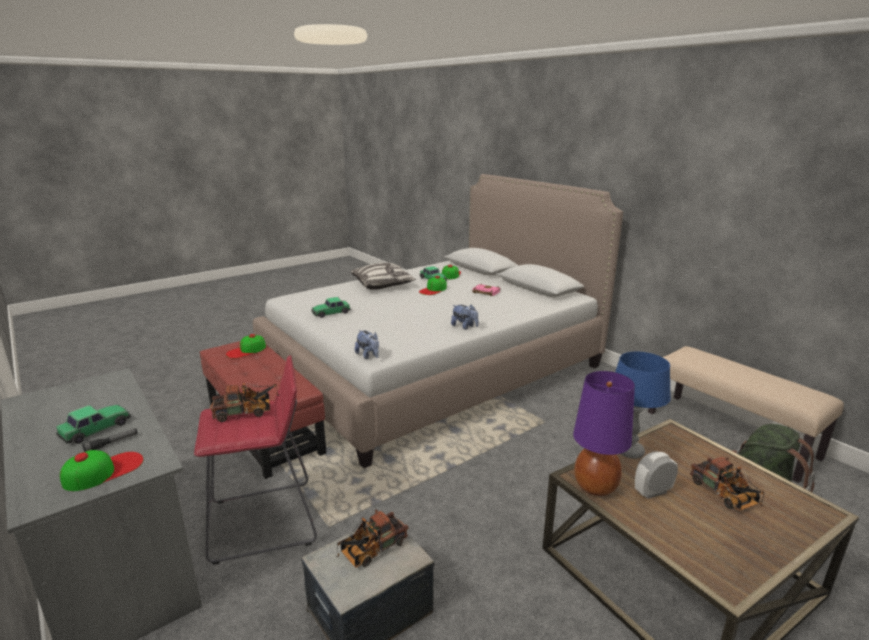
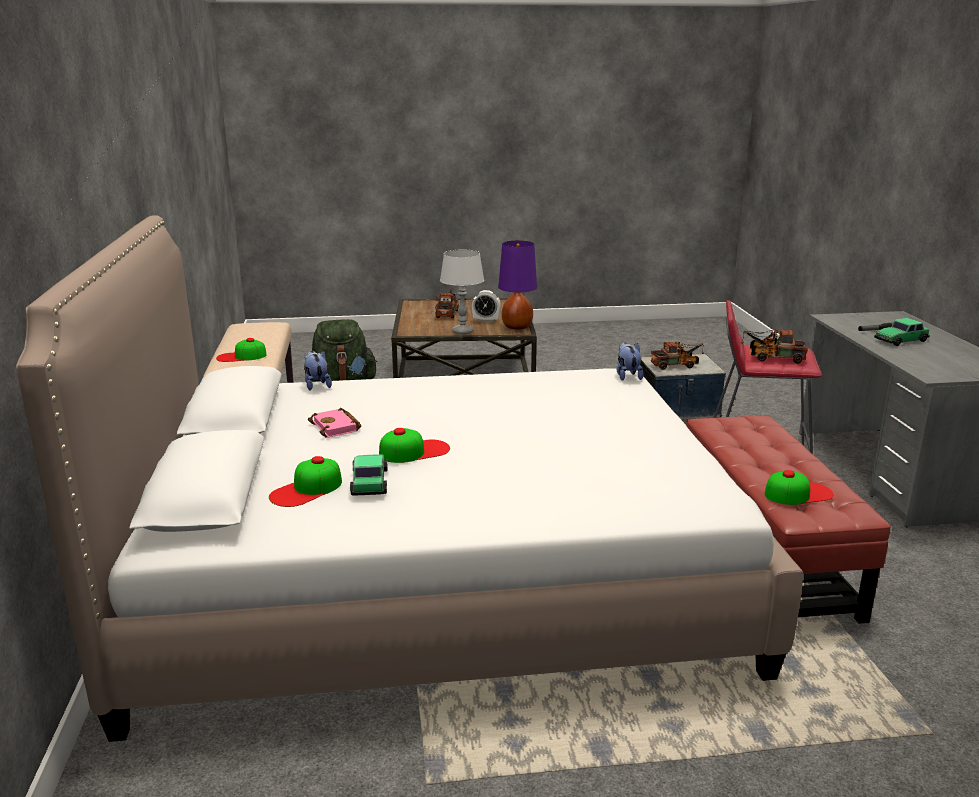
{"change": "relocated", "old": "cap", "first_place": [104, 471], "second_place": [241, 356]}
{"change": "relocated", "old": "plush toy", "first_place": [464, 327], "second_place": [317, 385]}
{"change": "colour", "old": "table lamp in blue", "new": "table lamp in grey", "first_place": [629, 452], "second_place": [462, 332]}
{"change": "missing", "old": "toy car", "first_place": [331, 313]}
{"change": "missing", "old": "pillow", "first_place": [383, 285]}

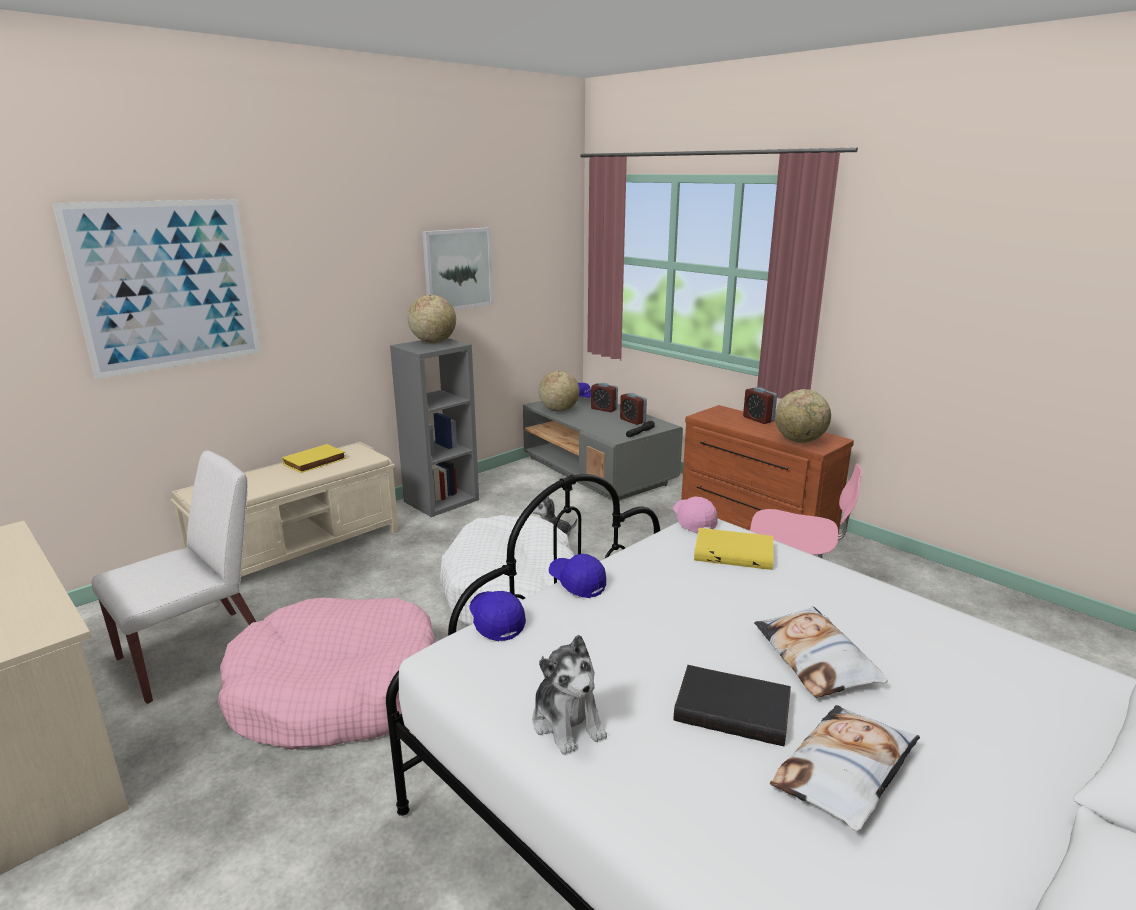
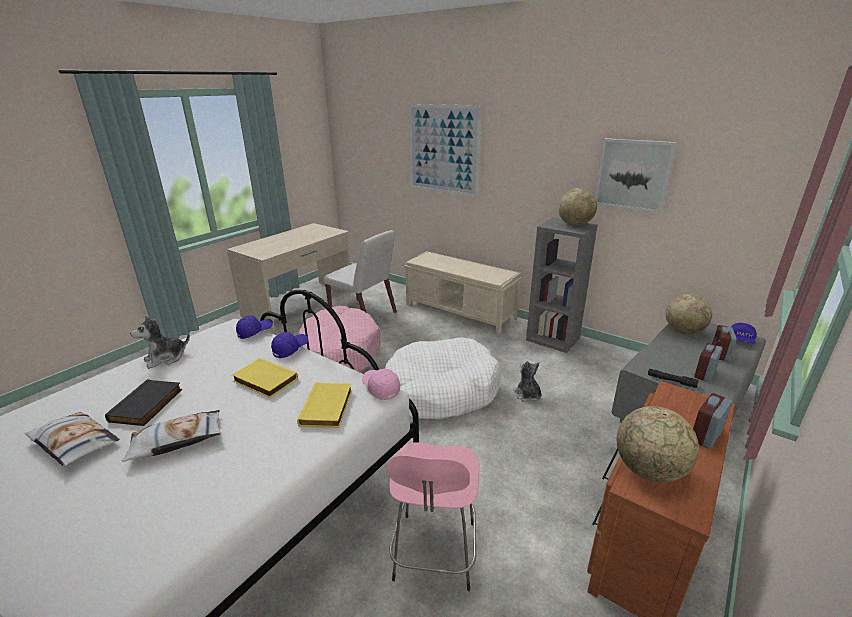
{"change": "relocated", "old": "book in yellow", "first_place": [315, 462], "second_place": [264, 381]}
{"change": "spun", "old": "cap in pink", "first_place": [693, 521], "second_place": [380, 388], "degrees": -105}

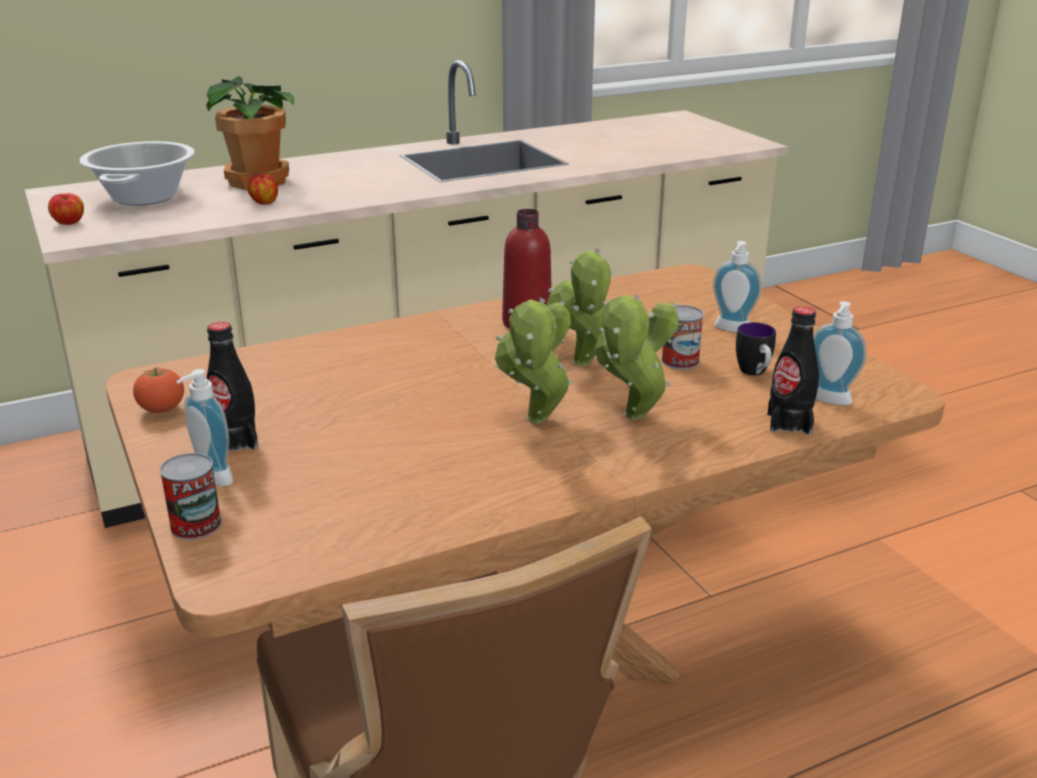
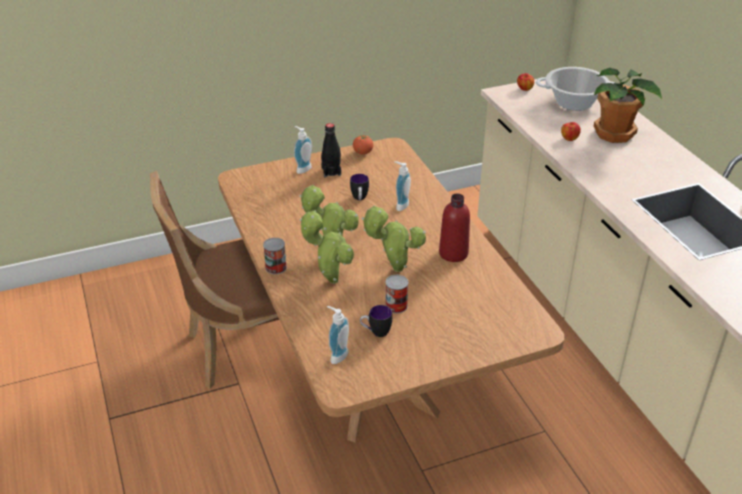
{"change": "relocated", "old": "can", "first_place": [196, 525], "second_place": [276, 267]}
{"change": "appeared", "new": "mug", "second_place": [359, 199]}
{"change": "relocated", "old": "soap dispenser", "first_place": [731, 330], "second_place": [400, 205]}
{"change": "missing", "old": "bottle in black", "first_place": [789, 423]}

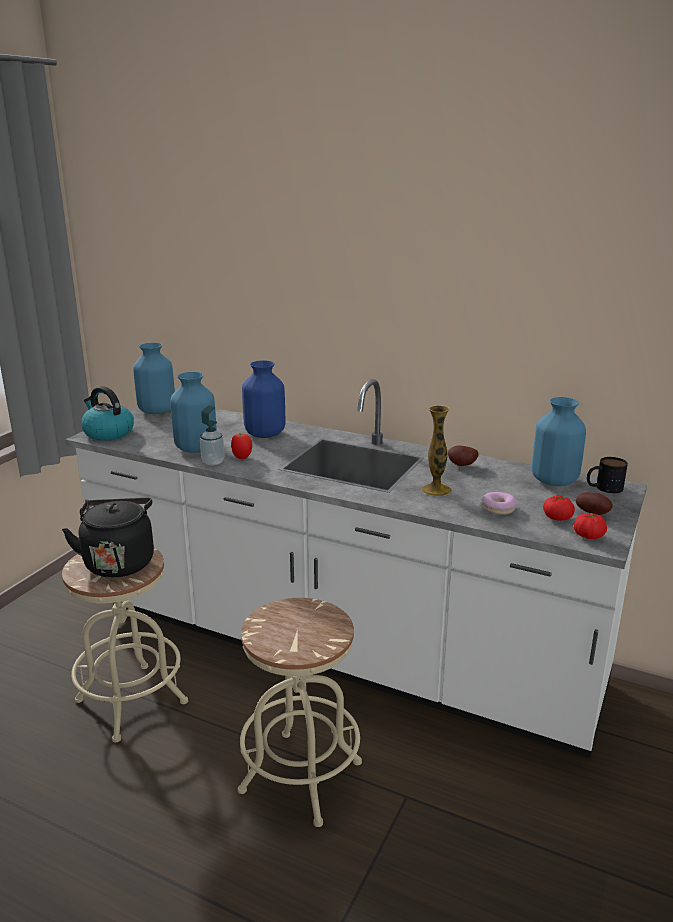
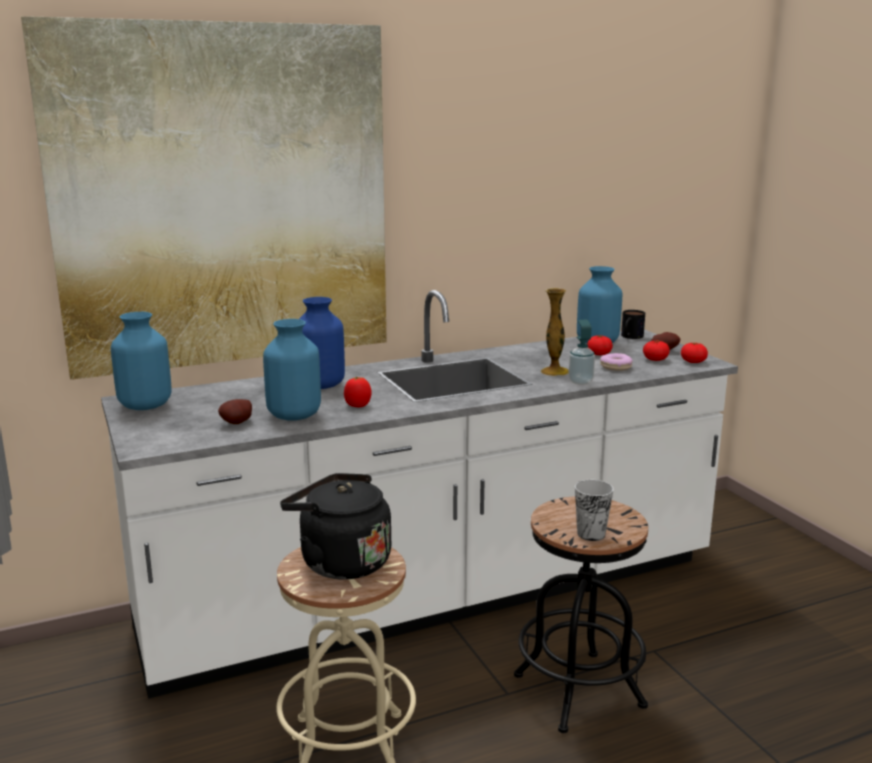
{"change": "appeared", "new": "picture", "second_place": [224, 198]}
{"change": "relocated", "old": "potato", "first_place": [462, 465], "second_place": [238, 423]}
{"change": "colour", "old": "stool in beige", "new": "stool in black", "first_place": [301, 776], "second_place": [579, 691]}
{"change": "relocated", "old": "soap dispenser", "first_place": [213, 462], "second_place": [580, 382]}
{"change": "appeared", "new": "cup", "second_place": [591, 534]}
{"change": "appeared", "new": "tomato", "second_place": [599, 354]}
{"change": "missing", "old": "kettle", "first_place": [108, 433]}

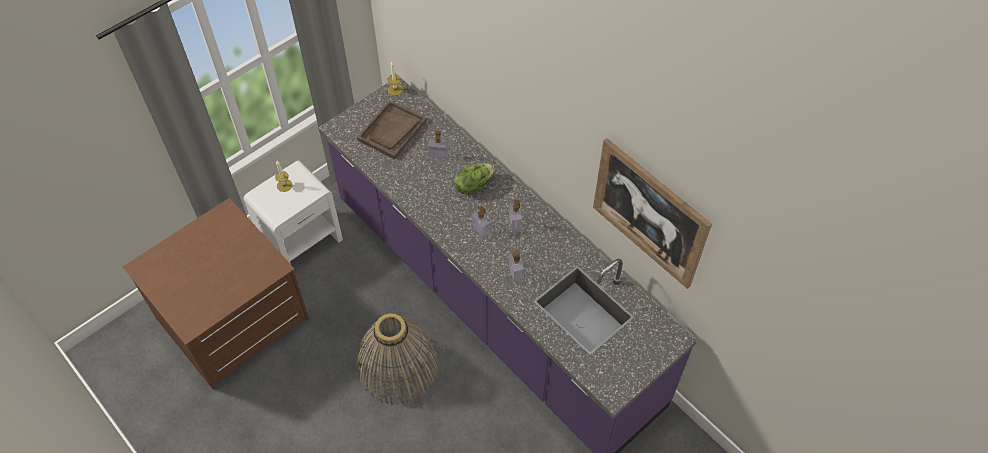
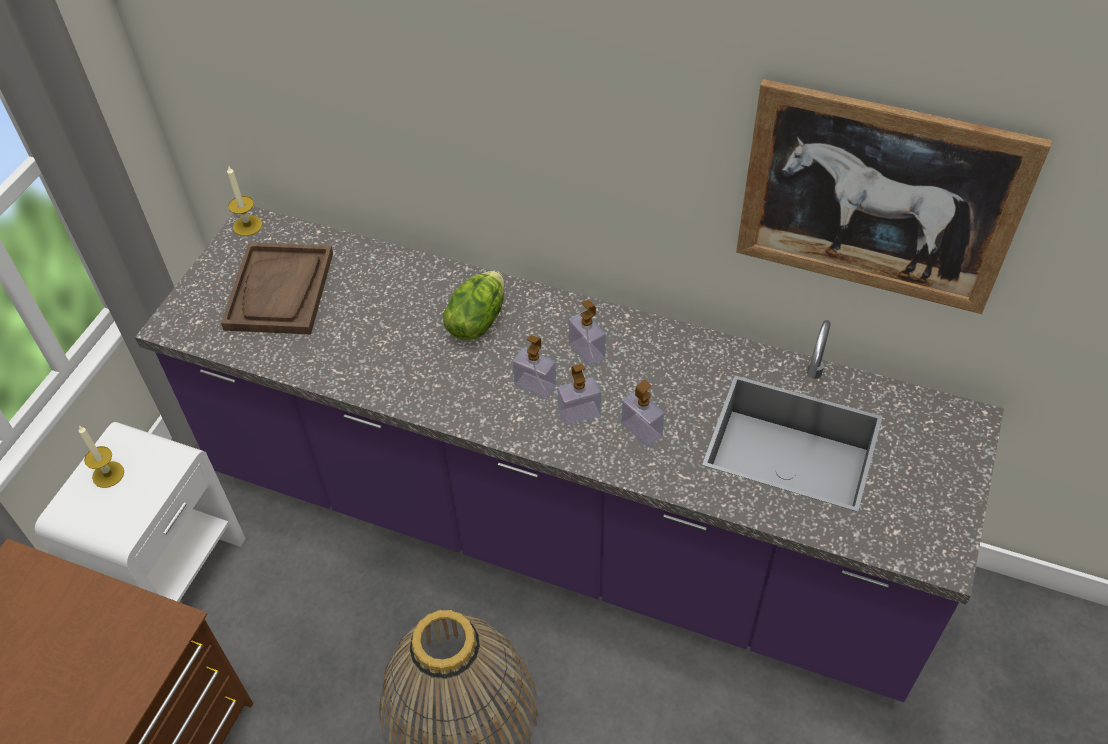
{"change": "relocated", "old": "soap dispenser", "first_place": [438, 154], "second_place": [579, 413]}

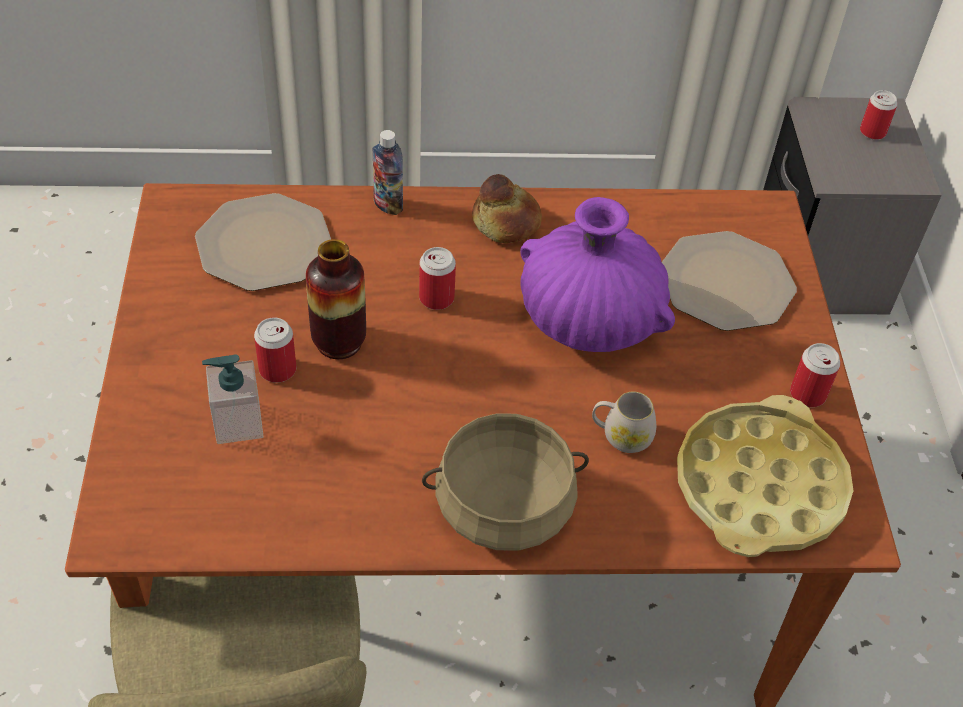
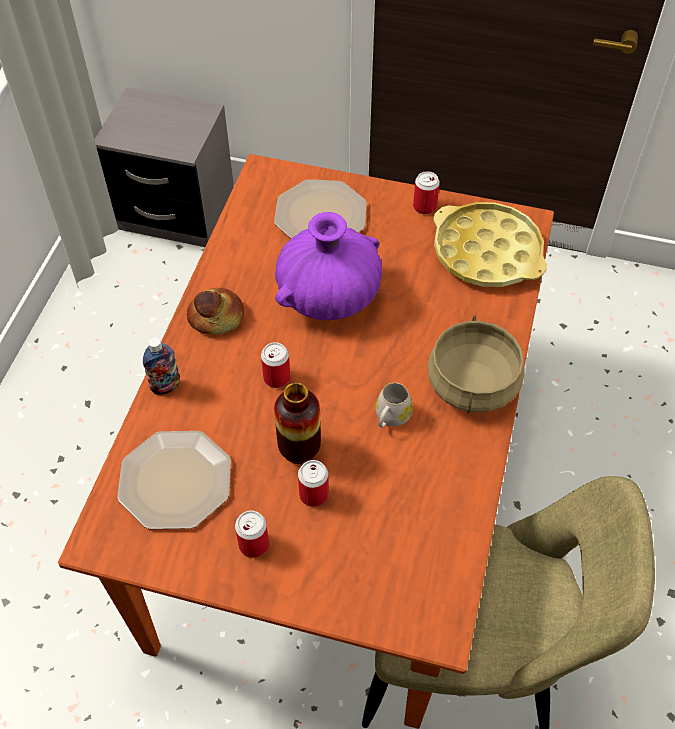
{"change": "relocated", "old": "can", "first_place": [872, 132], "second_place": [253, 544]}
{"change": "relocated", "old": "mug in white", "first_place": [621, 436], "second_place": [390, 418]}
{"change": "missing", "old": "soap dispenser", "first_place": [238, 423]}

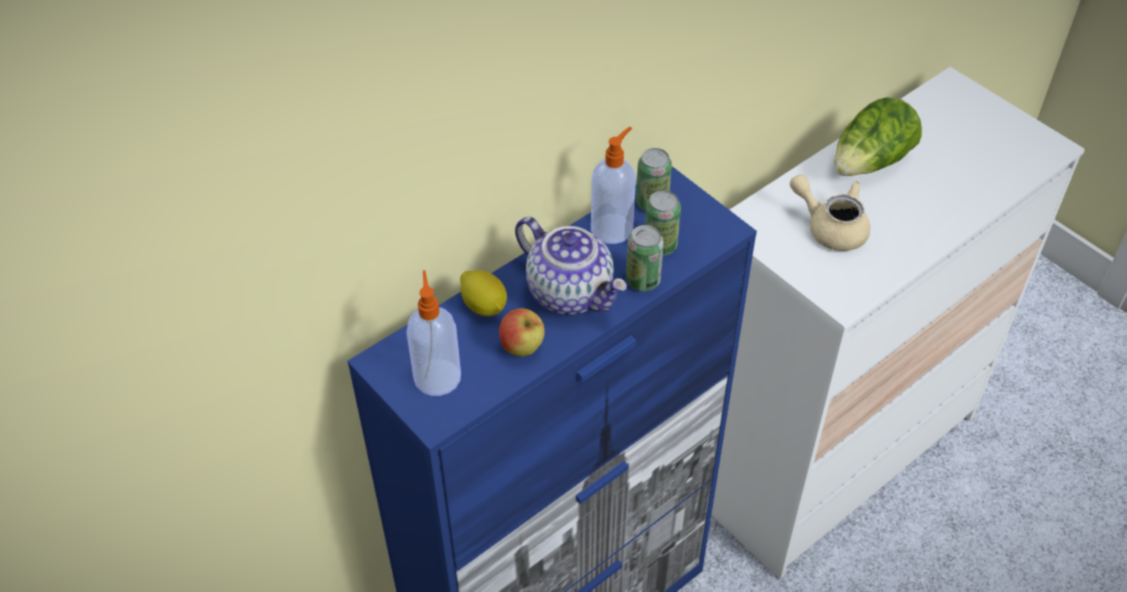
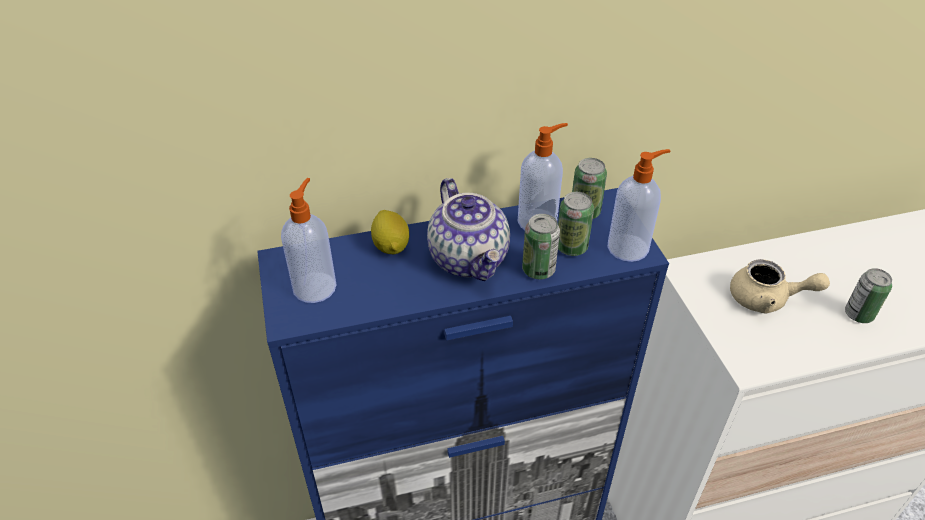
{"change": "appeared", "new": "soap dispenser", "second_place": [629, 247]}
{"change": "spun", "old": "teapot in beige", "first_place": [830, 227], "second_place": [767, 299], "degrees": 135}
{"change": "appeared", "new": "can", "second_place": [858, 314]}
{"change": "missing", "old": "apple", "first_place": [522, 348]}
{"change": "missing", "old": "lettuce", "first_place": [870, 163]}

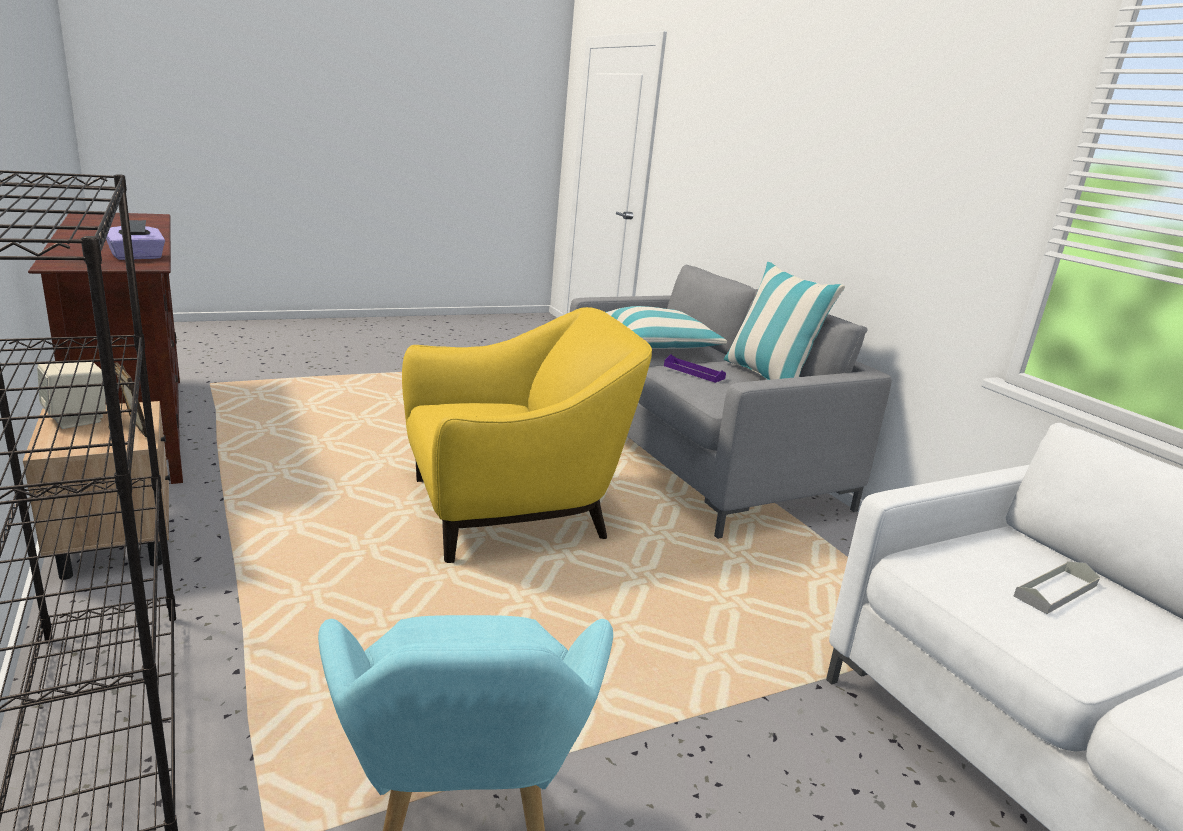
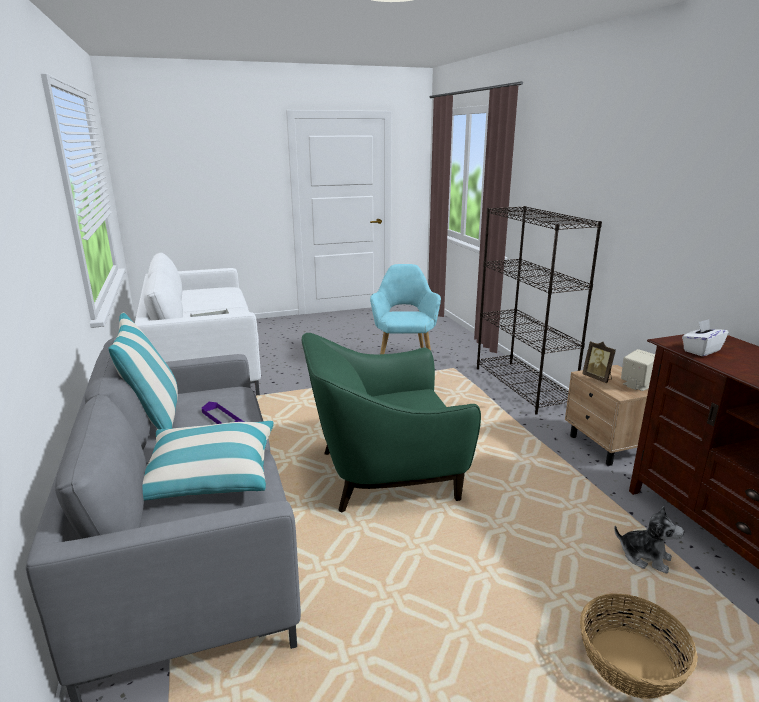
{"change": "colour", "old": "armchair in yellow", "new": "armchair in green", "first_place": [511, 511], "second_place": [385, 473]}
{"change": "appeared", "new": "basket", "second_place": [629, 662]}
{"change": "appeared", "new": "plush toy", "second_place": [645, 557]}
{"change": "colour", "old": "tissue box in purple", "new": "tissue box in white", "first_place": [137, 257], "second_place": [701, 350]}

